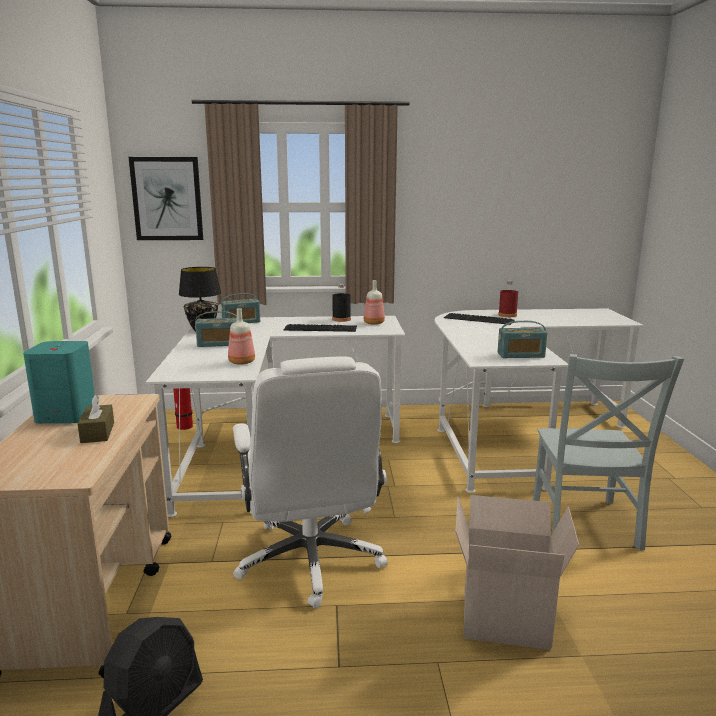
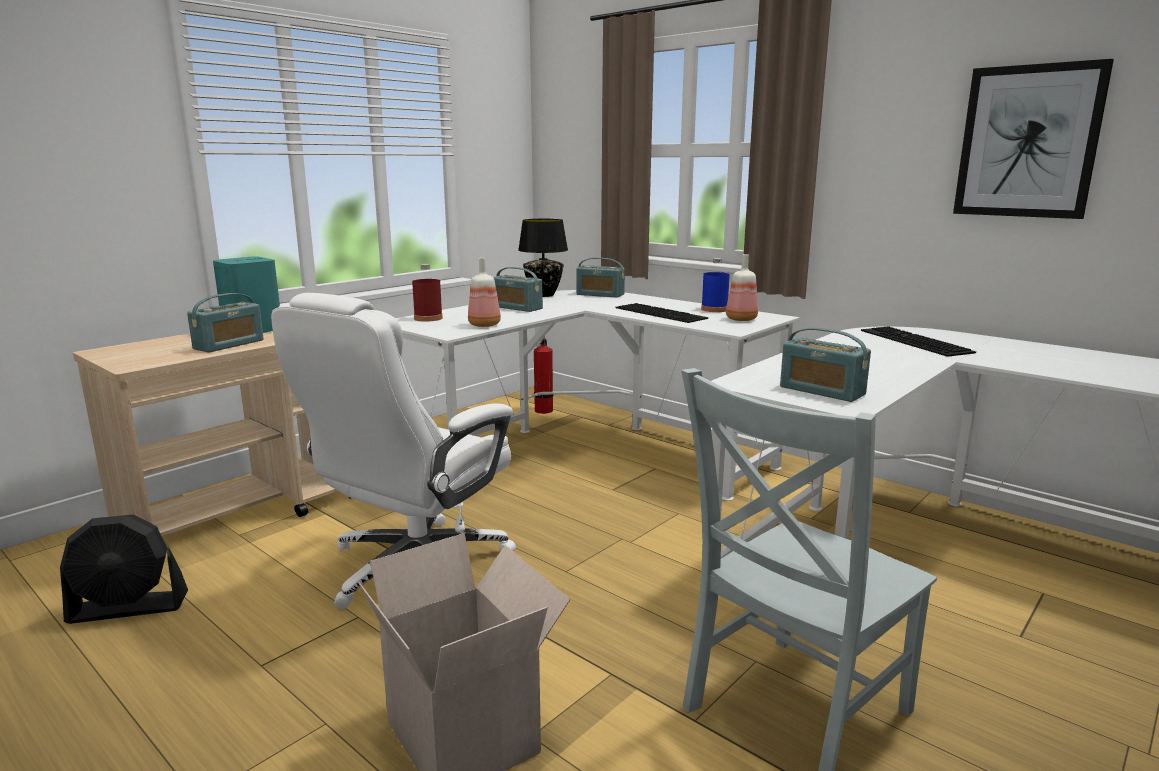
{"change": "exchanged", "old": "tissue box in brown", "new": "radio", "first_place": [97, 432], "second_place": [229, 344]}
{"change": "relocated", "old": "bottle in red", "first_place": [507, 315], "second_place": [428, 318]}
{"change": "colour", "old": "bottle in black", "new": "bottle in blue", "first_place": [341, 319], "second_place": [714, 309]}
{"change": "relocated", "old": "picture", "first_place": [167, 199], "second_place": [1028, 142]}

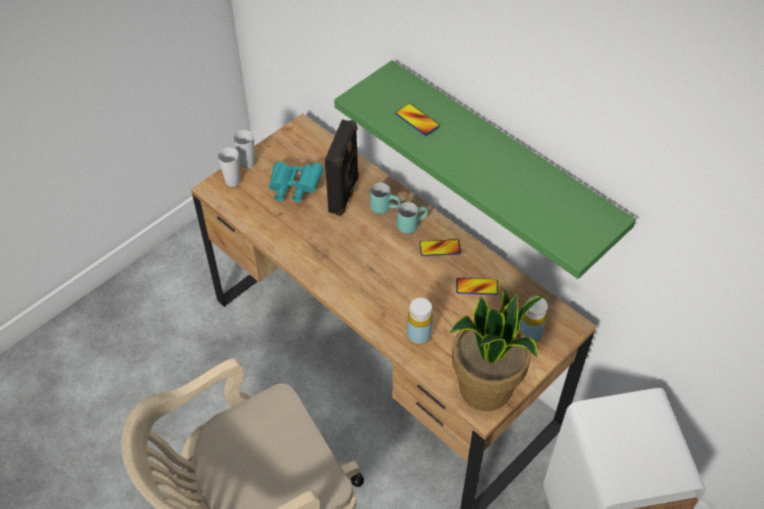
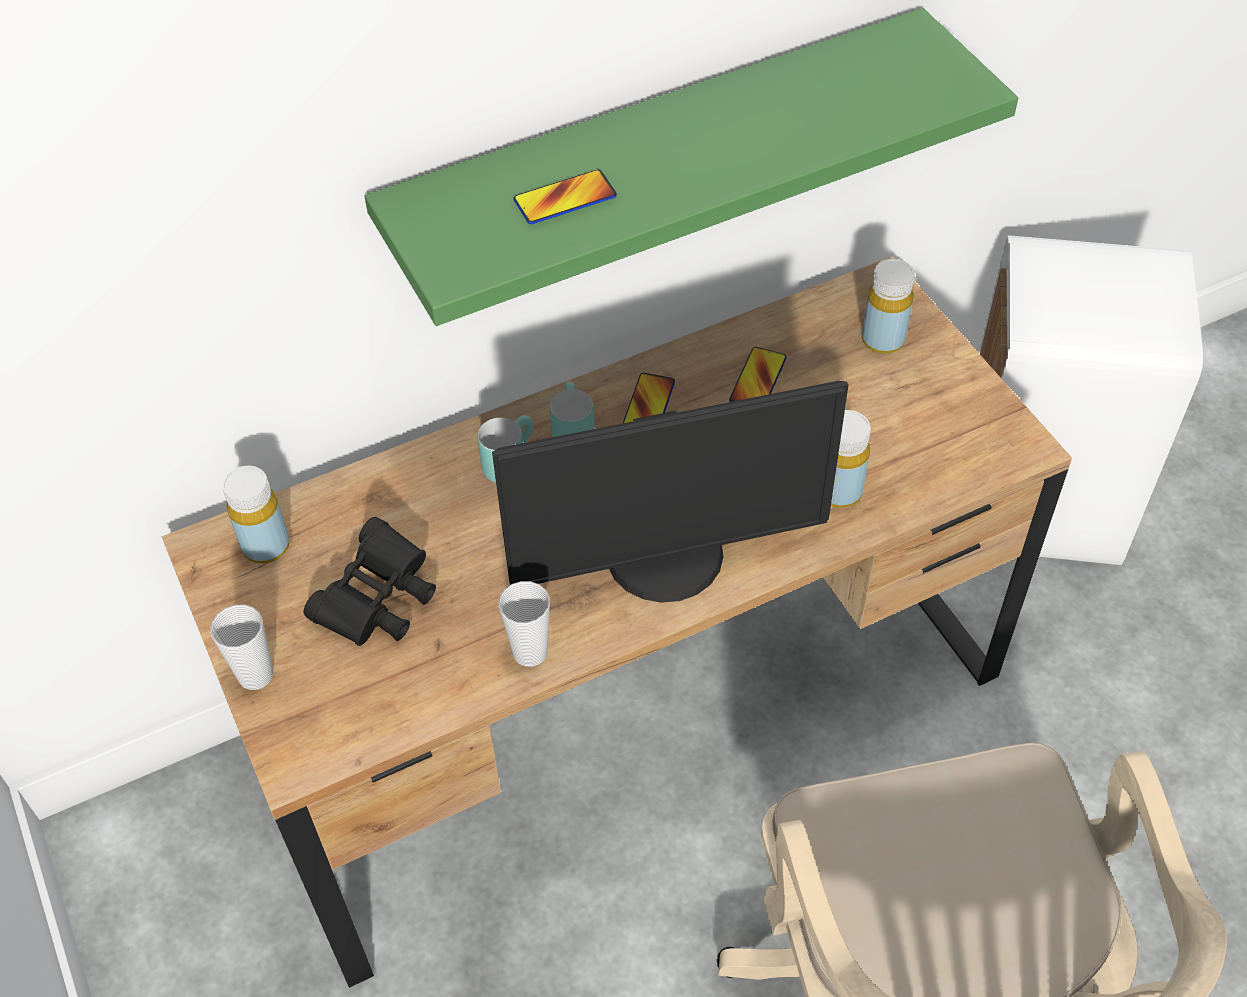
{"change": "appeared", "new": "bottle in yellow", "second_place": [266, 546]}
{"change": "colour", "old": "binoculars in turquoise", "new": "binoculars in black", "first_place": [294, 188], "second_place": [378, 602]}
{"change": "appeared", "new": "monitor", "second_place": [666, 559]}
{"change": "relocated", "old": "cup", "first_place": [232, 181], "second_place": [530, 652]}
{"change": "missing", "old": "speaker in black", "first_place": [345, 194]}
{"change": "missing", "old": "potted plant", "first_place": [485, 389]}

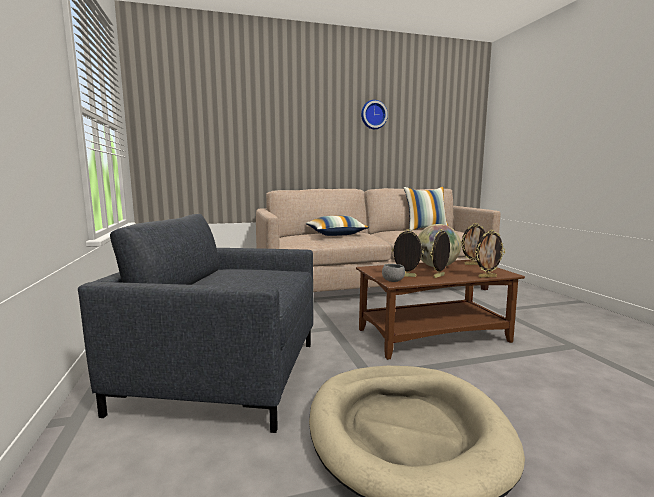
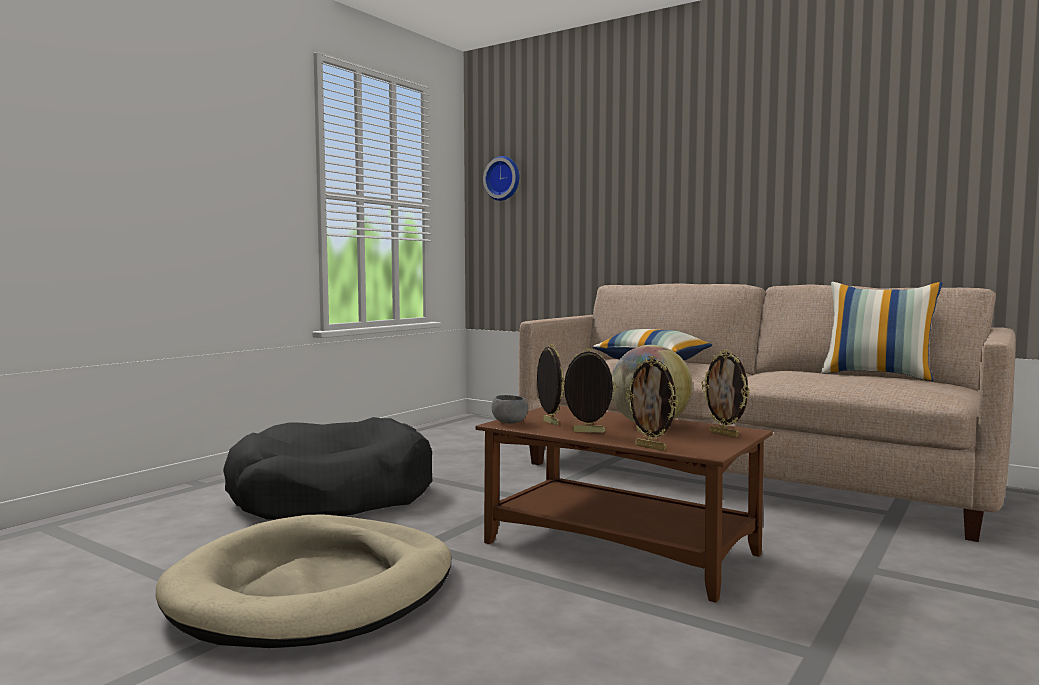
{"change": "exchanged", "old": "armchair in grey", "new": "dog bed in black", "first_place": [224, 374], "second_place": [332, 496]}
{"change": "relocated", "old": "wall clock", "first_place": [373, 115], "second_place": [503, 178]}

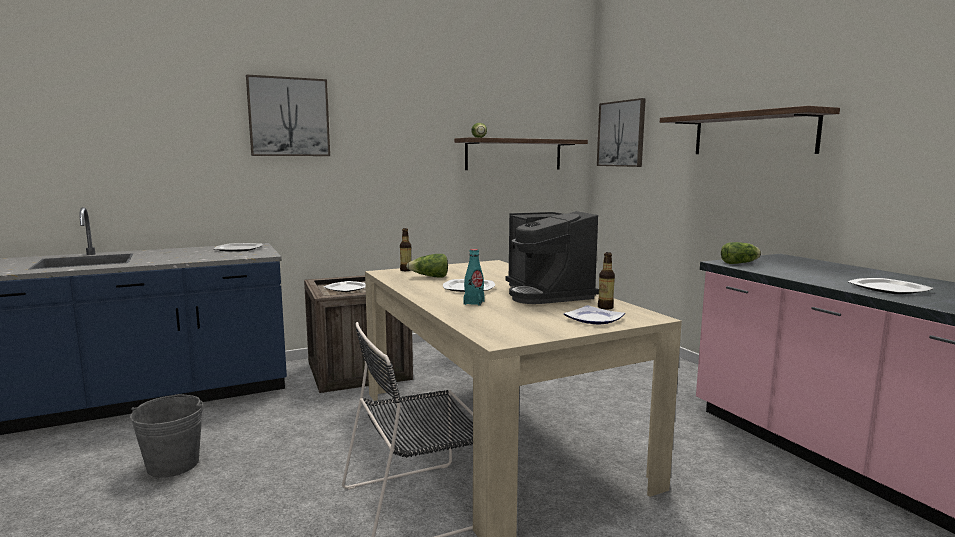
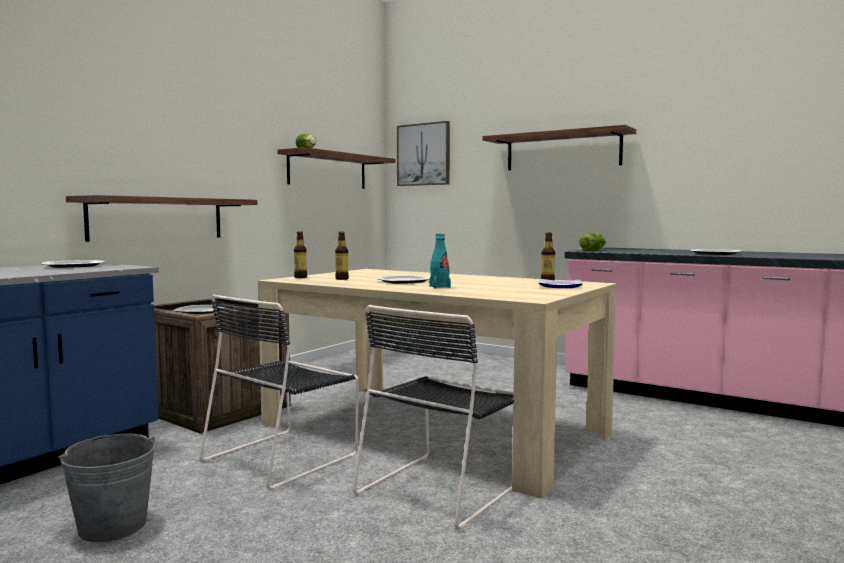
{"change": "appeared", "new": "shelf", "second_place": [158, 218]}
{"change": "appeared", "new": "chair in black", "second_place": [284, 456]}
{"change": "exchanged", "old": "lettuce", "new": "bottle", "first_place": [430, 277], "second_place": [342, 279]}
{"change": "missing", "old": "picture", "first_place": [289, 117]}
{"change": "missing", "old": "coffee machine", "first_place": [547, 293]}

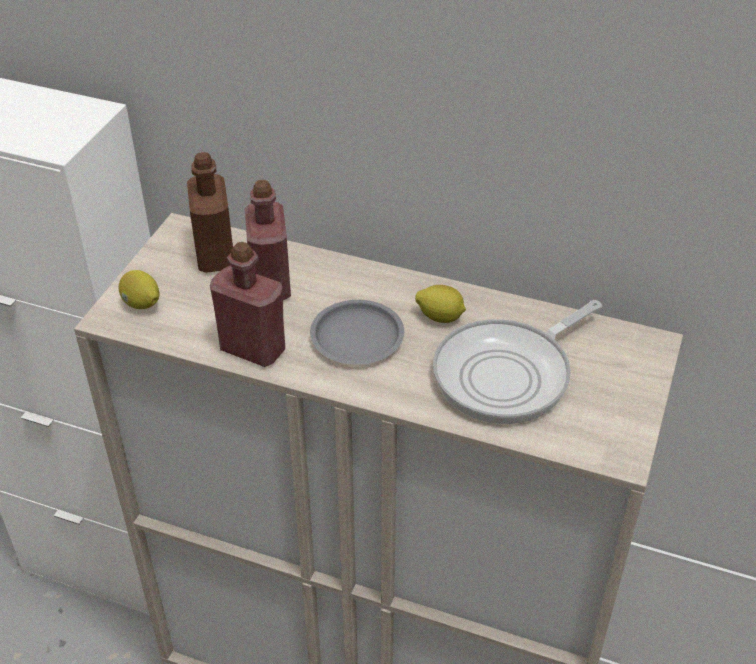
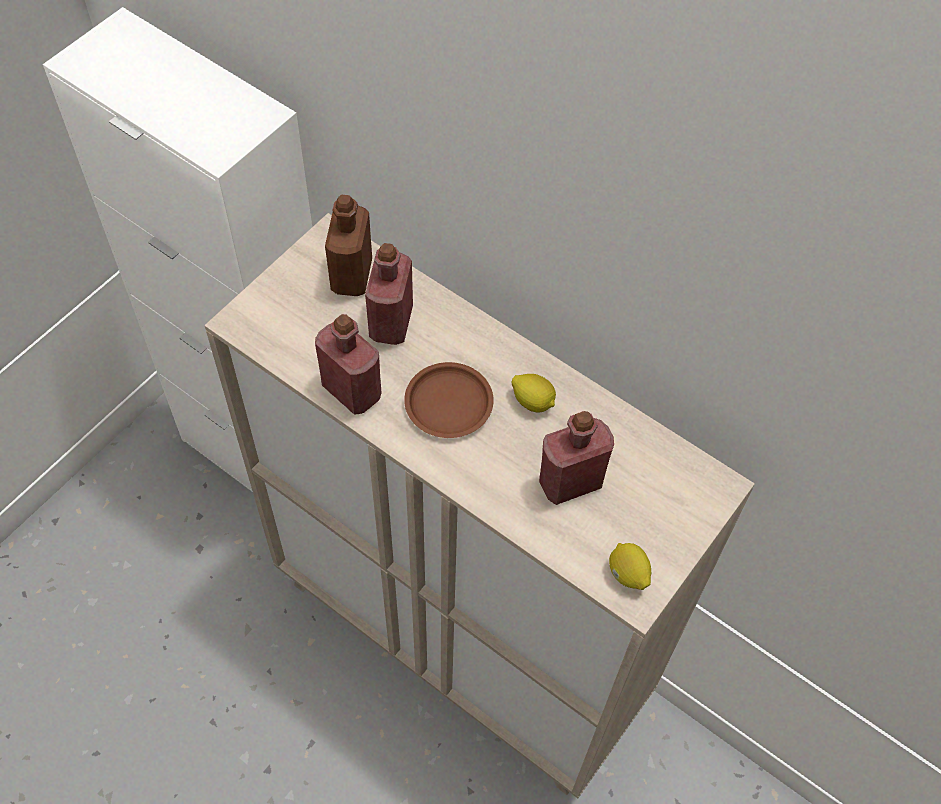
{"change": "colour", "old": "plate in grey", "new": "plate in brown", "first_place": [356, 338], "second_place": [448, 404]}
{"change": "exchanged", "old": "frying pan", "new": "bottle in red", "first_place": [508, 374], "second_place": [570, 482]}
{"change": "relocated", "old": "lemon", "first_place": [142, 304], "second_place": [627, 574]}

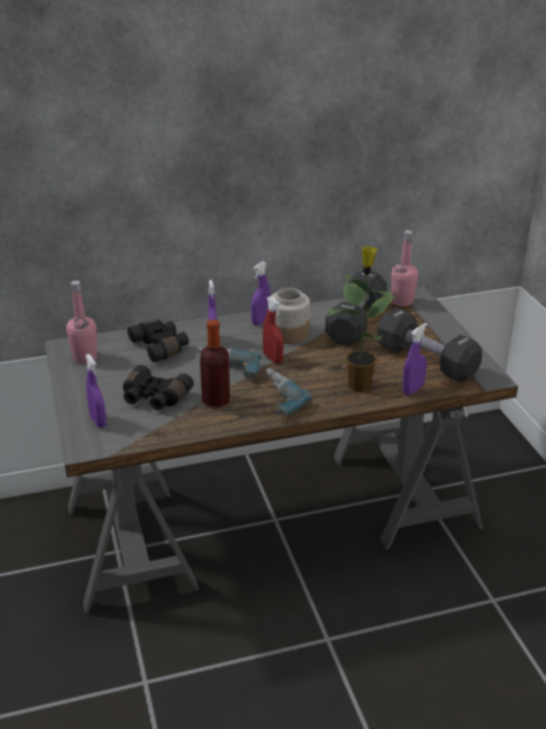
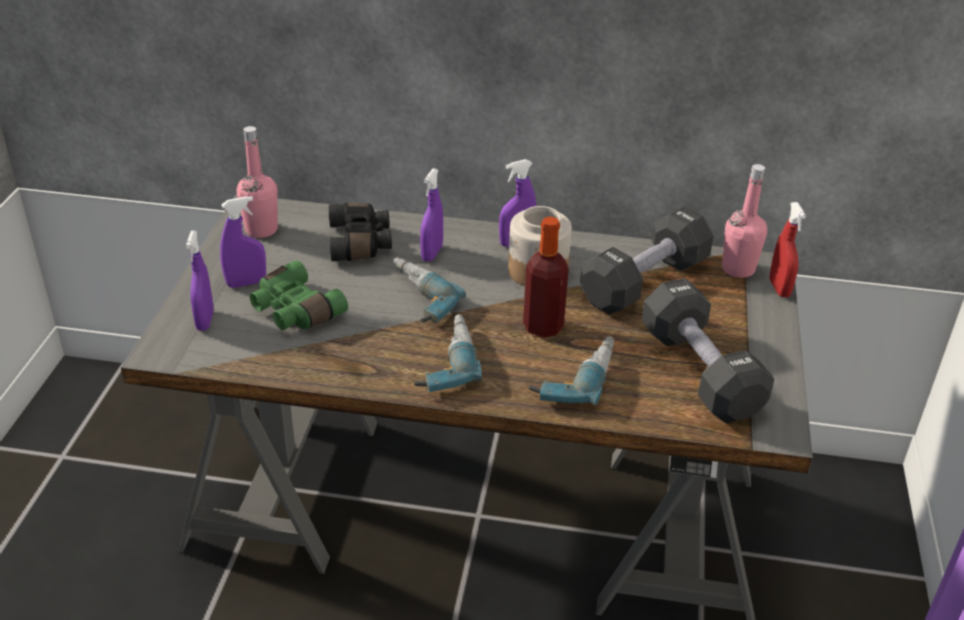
{"change": "relocated", "old": "spray bottle in purple", "first_place": [413, 389], "second_place": [246, 283]}
{"change": "colour", "old": "binoculars in black", "new": "binoculars in green", "first_place": [154, 398], "second_place": [294, 311]}
{"change": "relocated", "old": "bottle", "first_place": [216, 401], "second_place": [543, 327]}
{"change": "exchanged", "old": "potted plant", "new": "power drill", "first_place": [359, 384], "second_place": [574, 376]}
{"change": "relocated", "old": "spray bottle in red", "first_place": [273, 358], "second_place": [779, 288]}

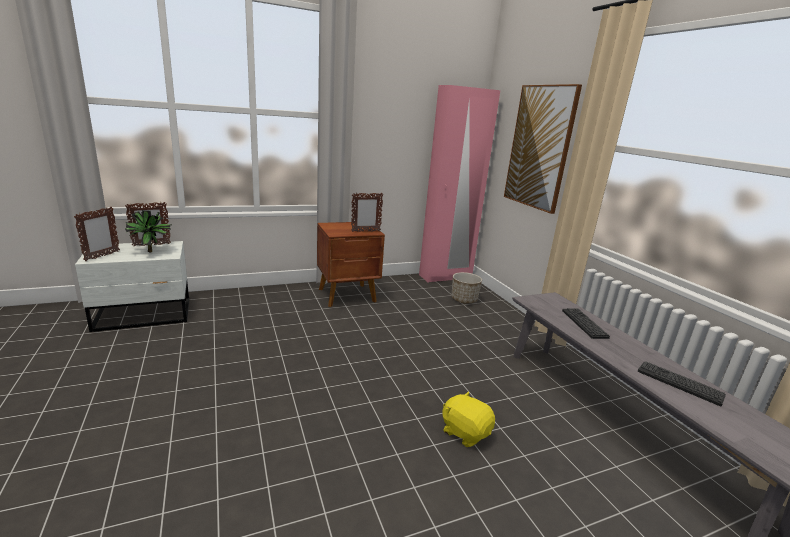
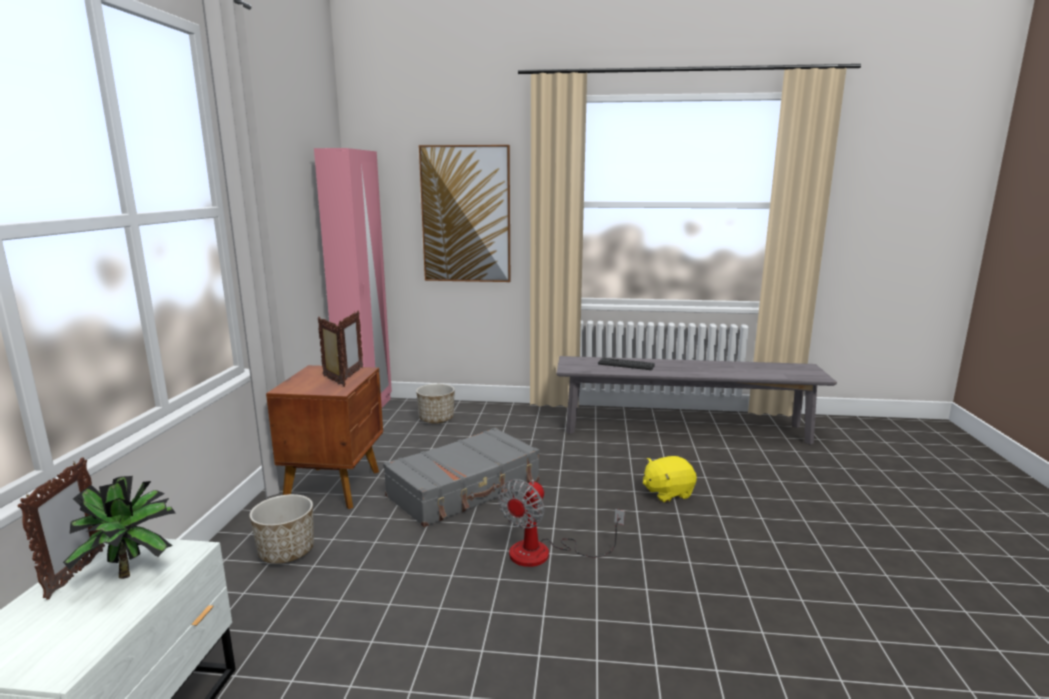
{"change": "appeared", "new": "planter", "second_place": [286, 552]}
{"change": "relocated", "old": "picture frame", "first_place": [102, 256], "second_place": [333, 381]}
{"change": "appeared", "new": "suitcase in grey", "second_place": [465, 489]}
{"change": "appeared", "new": "fan", "second_place": [544, 553]}
{"change": "missing", "old": "keyboard", "first_place": [679, 383]}

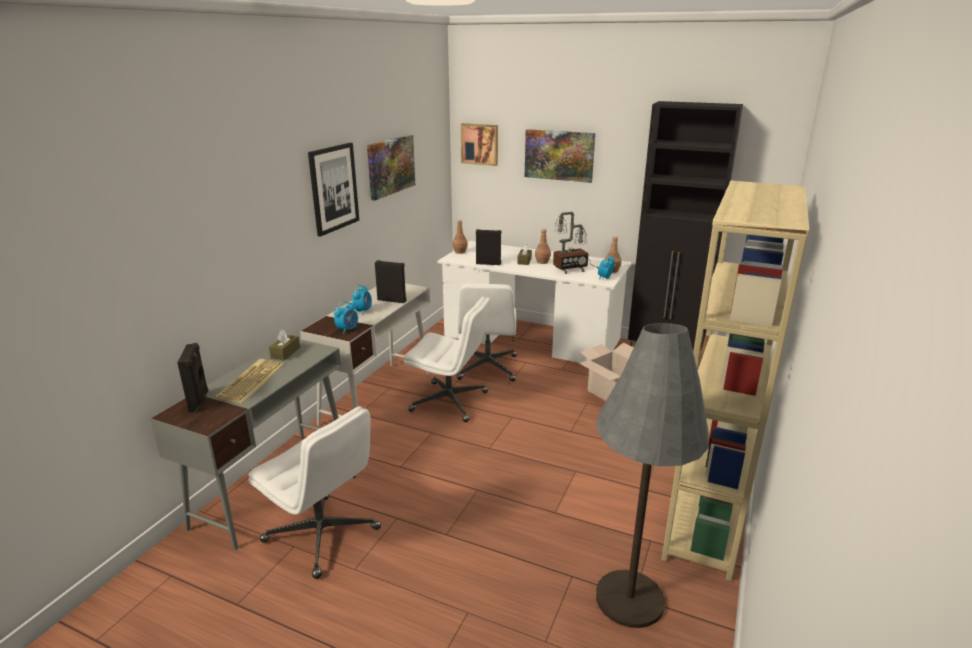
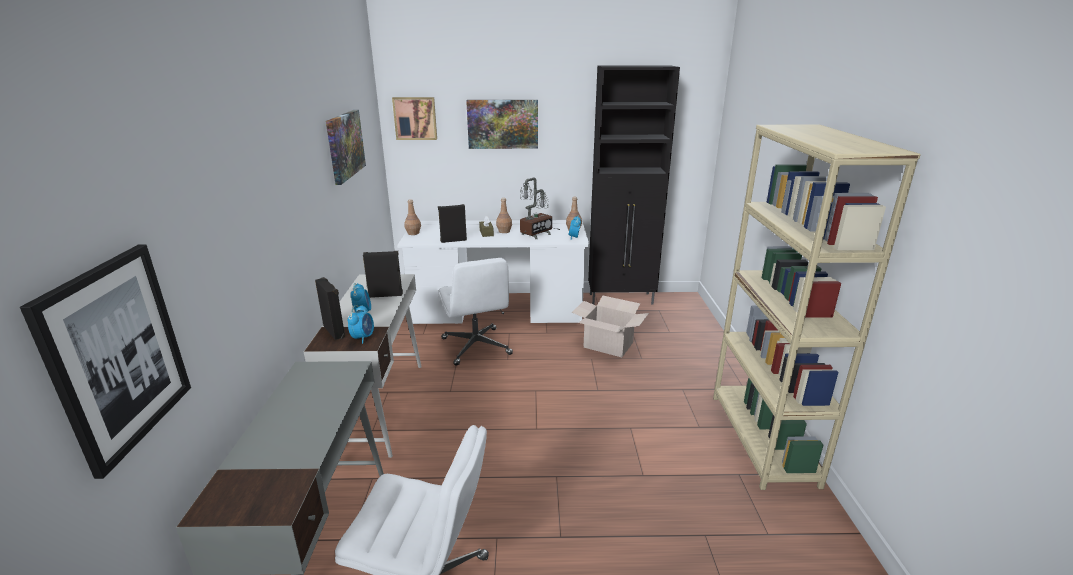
{"change": "relocated", "old": "picture", "first_place": [333, 188], "second_place": [117, 355]}
{"change": "relocated", "old": "speaker in black", "first_place": [200, 401], "second_place": [335, 331]}
{"change": "missing", "old": "keyboard", "first_place": [250, 381]}
{"change": "missing", "old": "tissue box in brown", "first_place": [285, 353]}
{"change": "missing", "old": "office chair in white", "first_place": [450, 401]}
{"change": "missing", "old": "floor lamp in grey", "first_place": [629, 599]}

